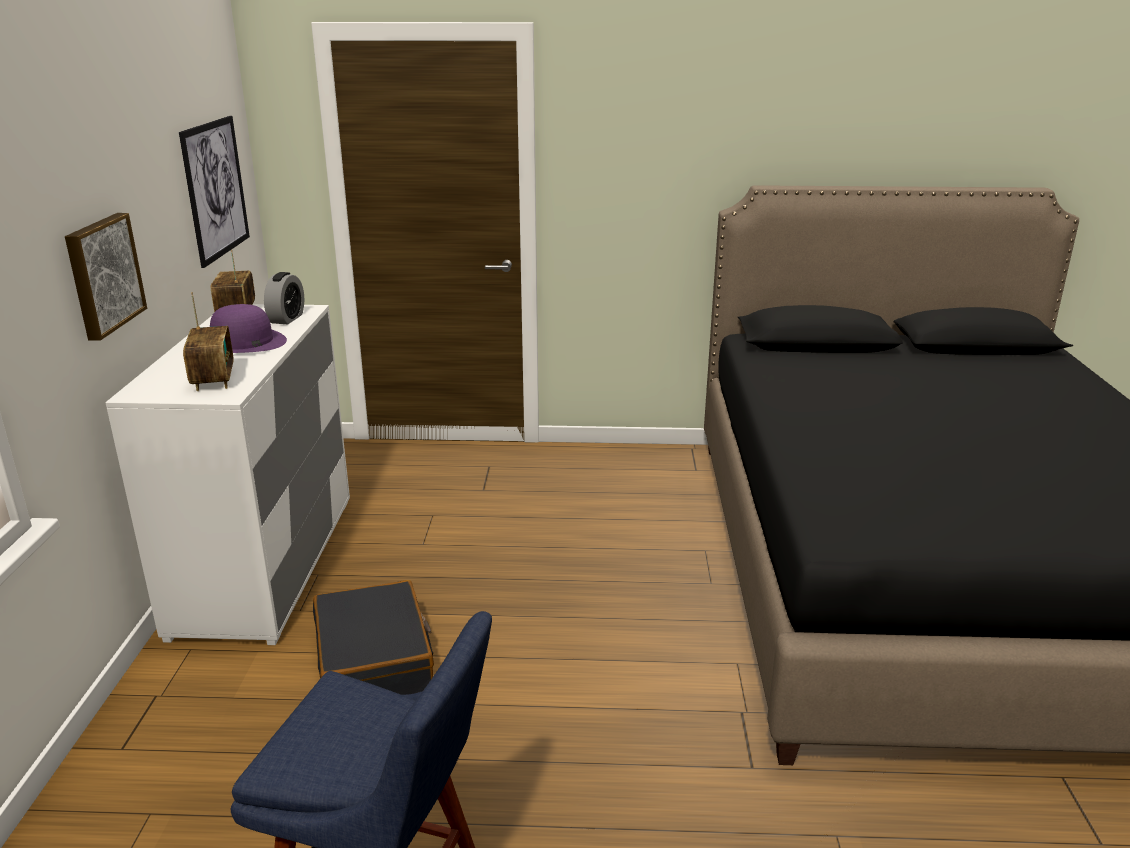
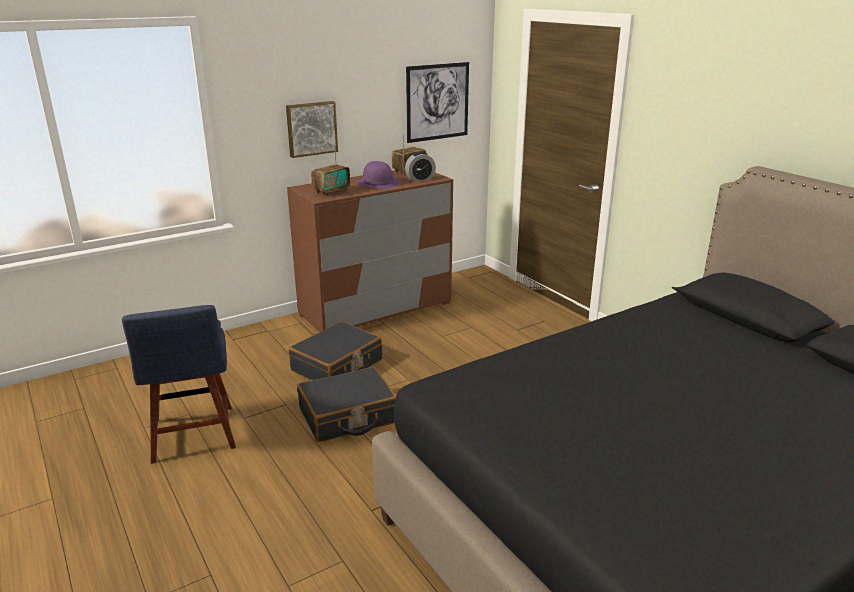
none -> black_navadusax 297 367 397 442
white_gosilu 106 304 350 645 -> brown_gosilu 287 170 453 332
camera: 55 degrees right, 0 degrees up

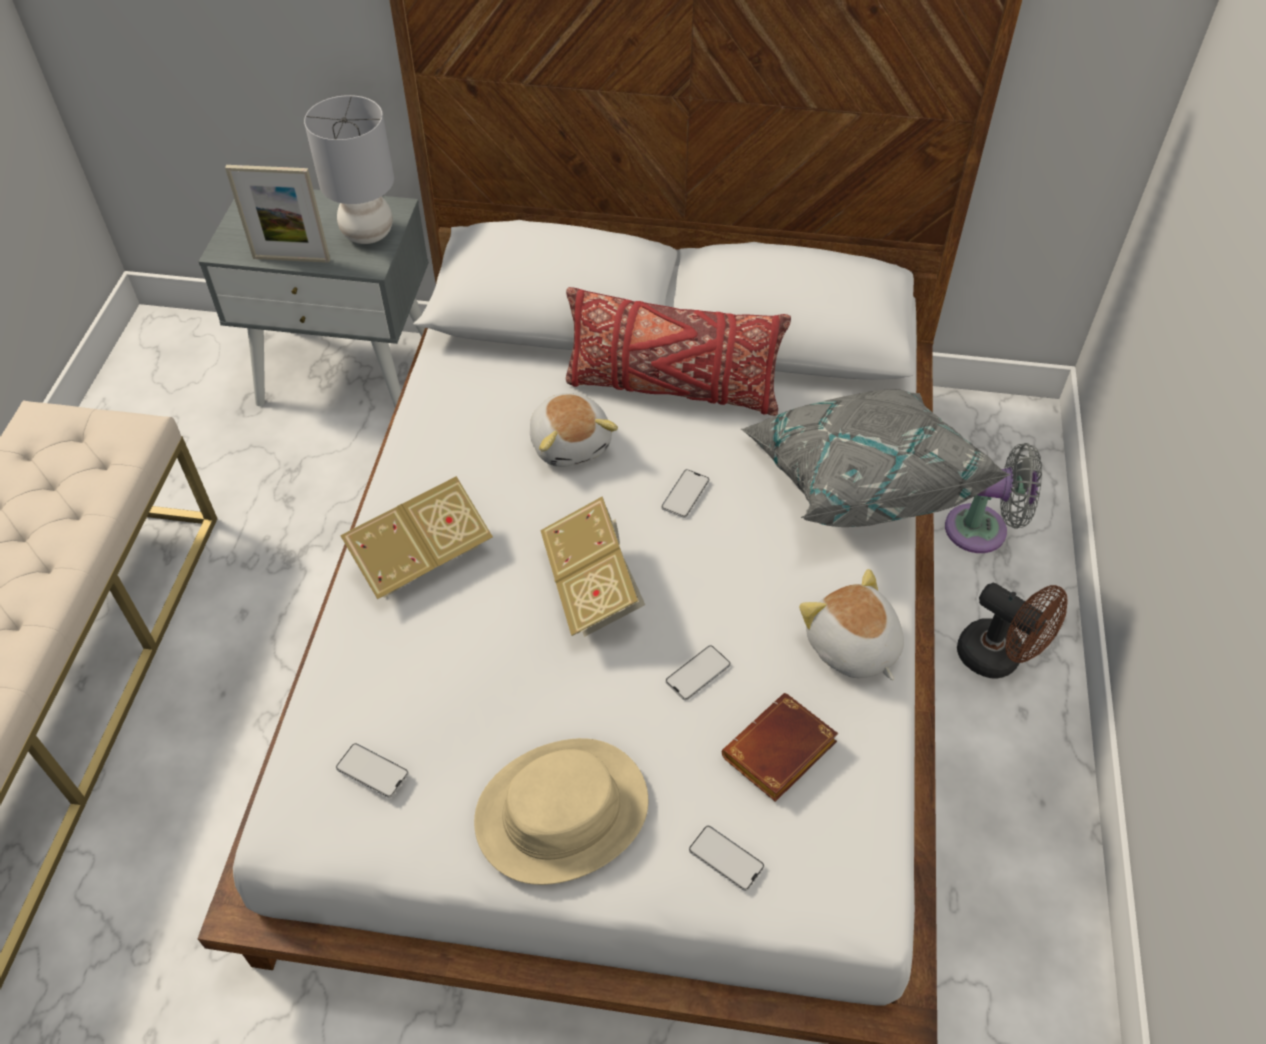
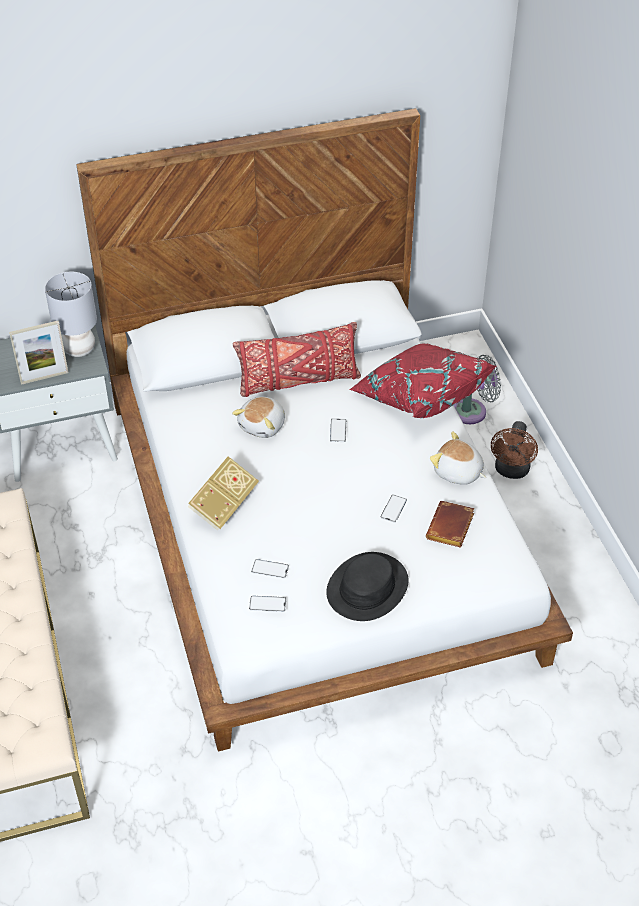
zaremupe 540 497 645 637 -> none
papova 689 826 764 891 -> papova 251 559 289 578, relocated
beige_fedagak 474 738 648 885 -> black_fedagak 326 552 409 621
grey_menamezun 741 389 1011 527 -> red_menamezun 349 343 496 418
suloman 530 393 618 467 -> suloman 232 397 285 438, 75 degrees clockwise
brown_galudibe 957 582 1068 679 -> brown_galudibe 491 421 538 479, 90 degrees clockwise
camera: 25 degrees left, 5 degrees down

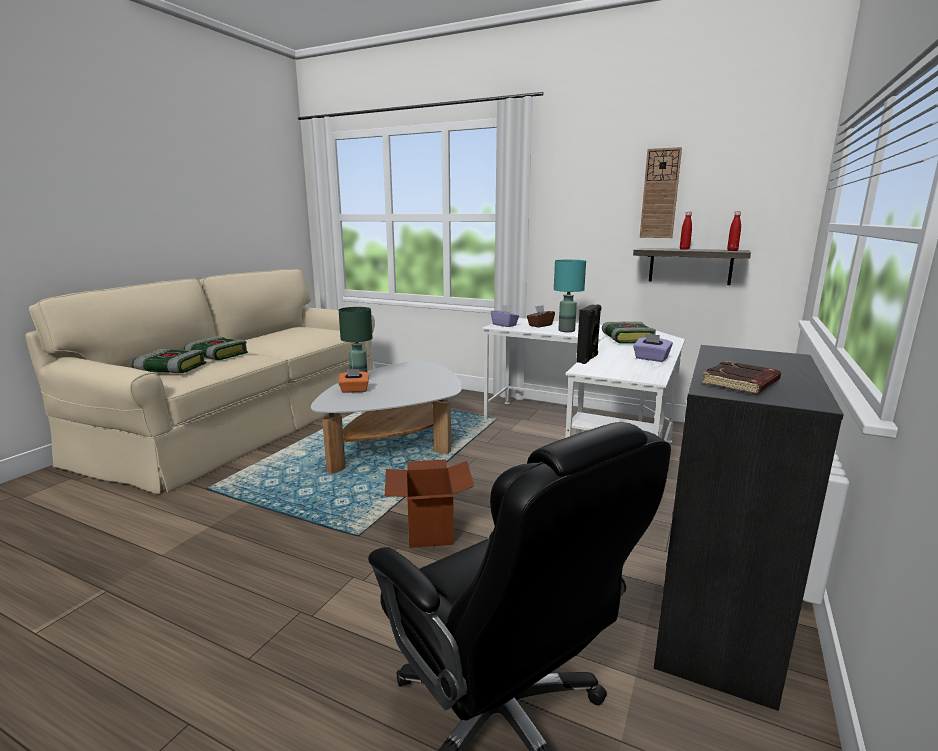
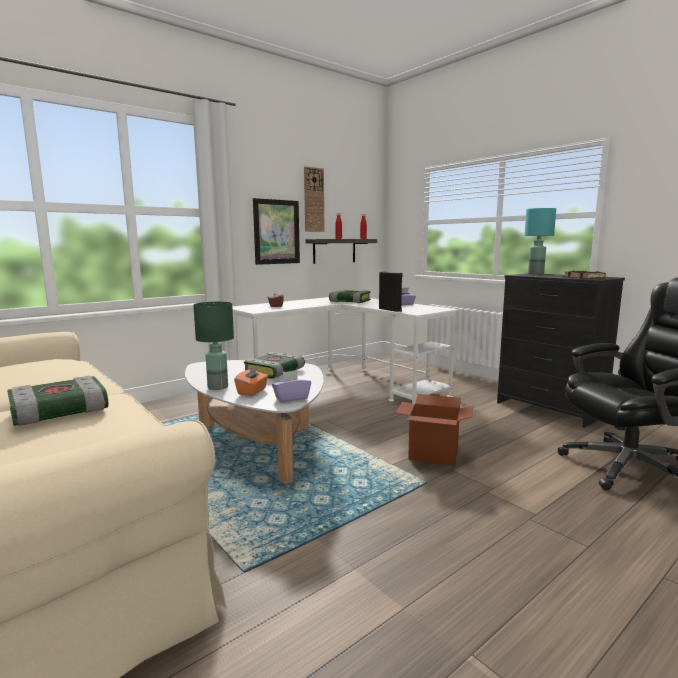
none -> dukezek 253 198 300 265
zaremupe 132 349 206 373 -> zaremupe 244 352 305 379, relocated
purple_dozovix 491 305 519 327 -> purple_dozovix 272 370 311 402, relocated
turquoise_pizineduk 554 260 586 332 -> turquoise_pizineduk 524 208 556 274, relocated
camera: 65 degrees left, 5 degrees down

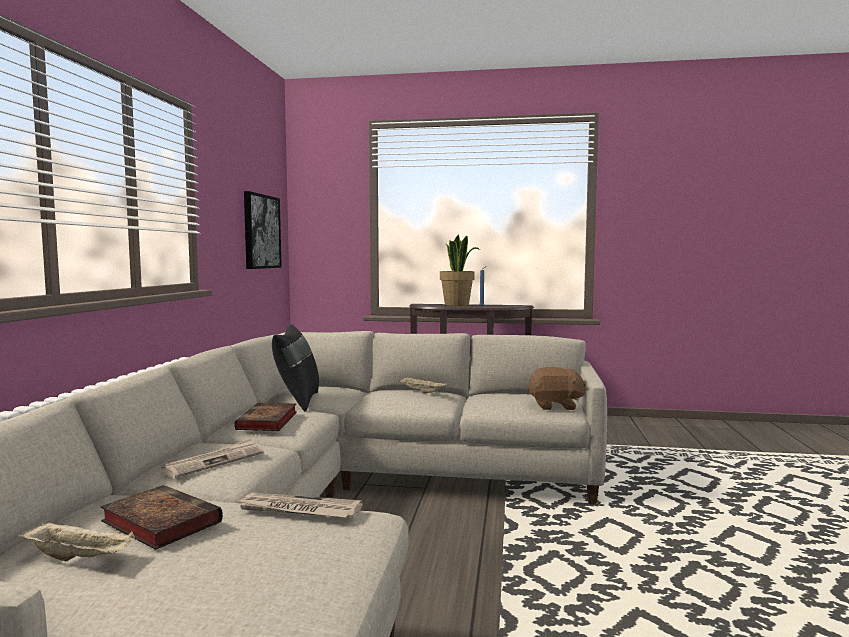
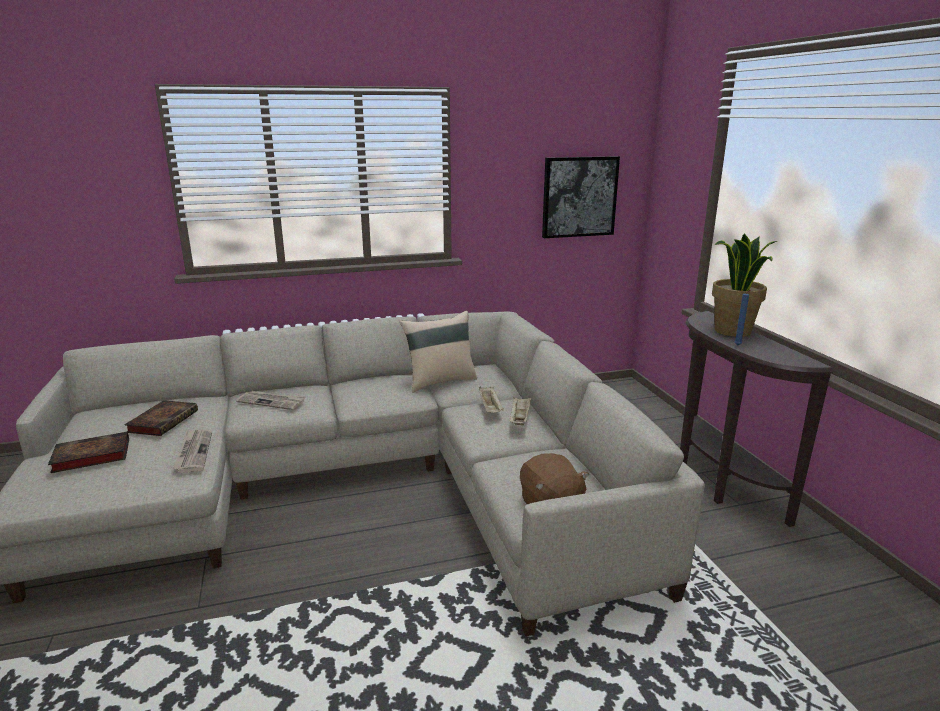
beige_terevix 19 521 135 561 -> beige_terevix 479 386 503 413, relocated
zaremupe 234 403 297 431 -> zaremupe 48 432 129 473, relocated
black_menamezun 272 325 319 412 -> beige_menamezun 400 311 477 392
camera: 65 degrees right, 15 degrees up

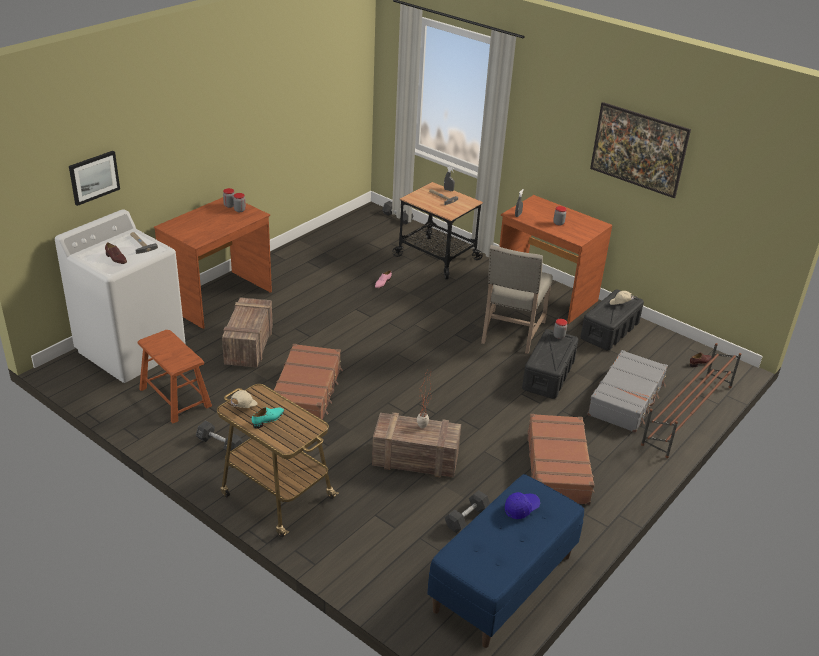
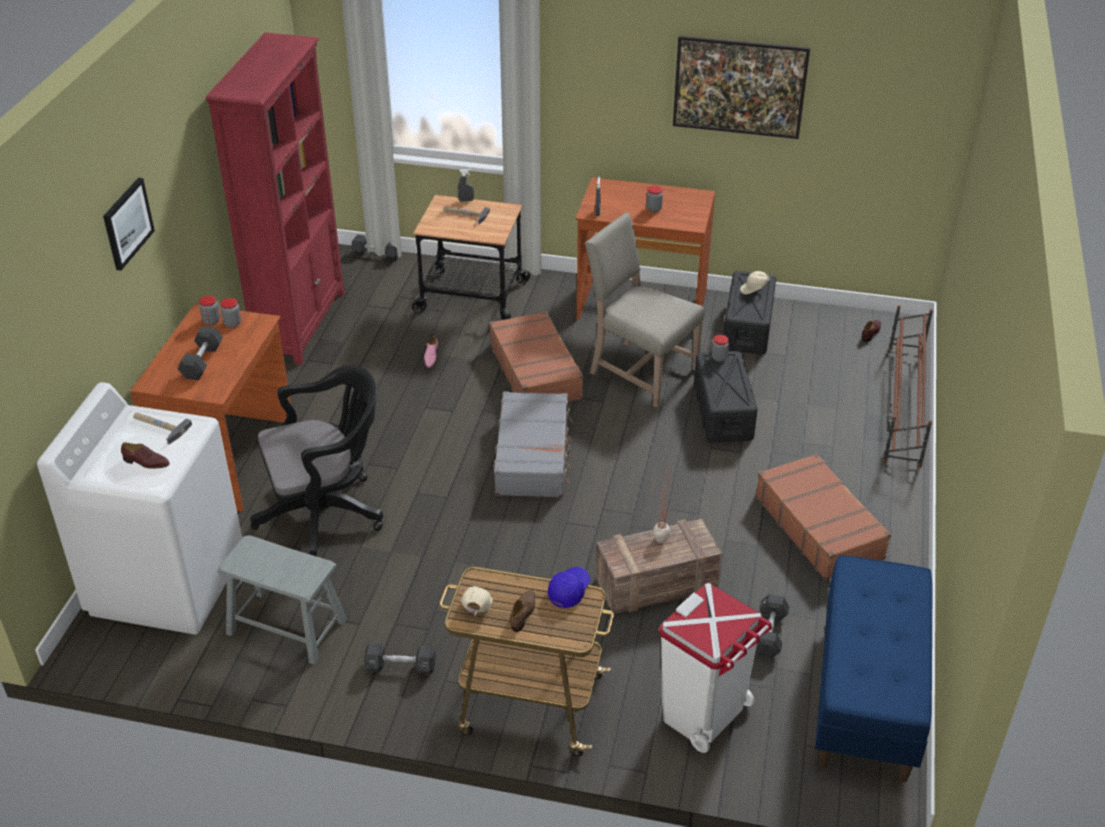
none -> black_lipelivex 177 326 223 380
none -> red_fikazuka 206 32 345 365
none -> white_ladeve 659 583 772 753
dukezek 69 151 120 206 -> dukezek 103 178 155 271, relocated
brown_navadusax 274 344 343 420 -> brown_navadusax 489 311 584 402, relocated
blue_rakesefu 505 492 540 519 -> blue_rakesefu 548 567 590 608, relocated
grey_navadusax 587 350 668 433 -> grey_navadusax 494 391 573 498, relocated
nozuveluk 222 297 273 367 -> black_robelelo 250 365 383 556
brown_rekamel 138 330 212 423 -> grey_rekamel 217 536 347 664
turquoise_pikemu 252 407 284 429 -> brown_pikemu 509 590 535 632
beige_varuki 481 245 553 354 -> beige_varuki 585 213 705 407, 135 degrees clockwise
camera: 25 degrees left, 5 degrees up

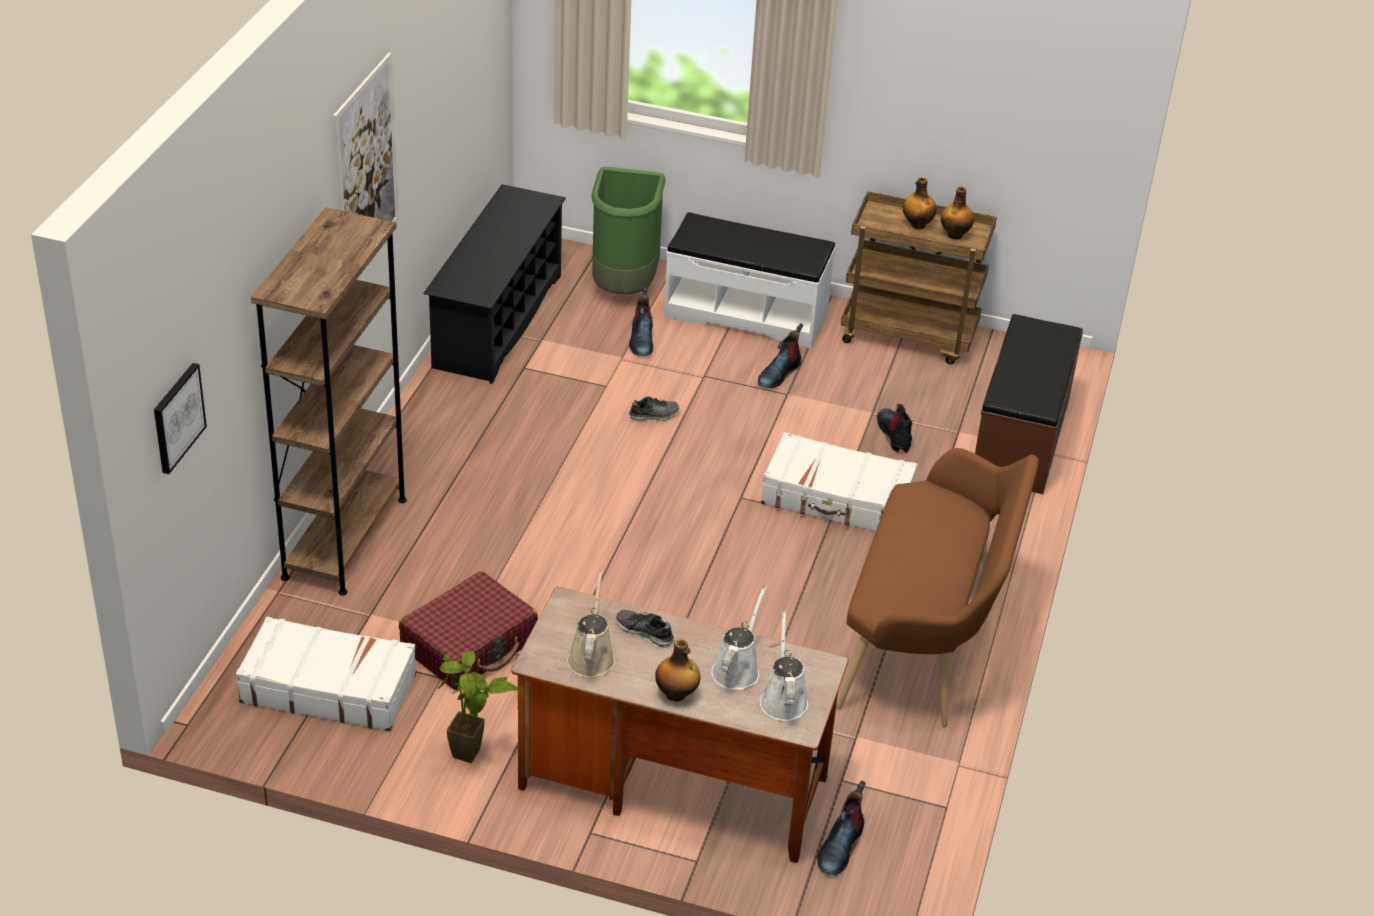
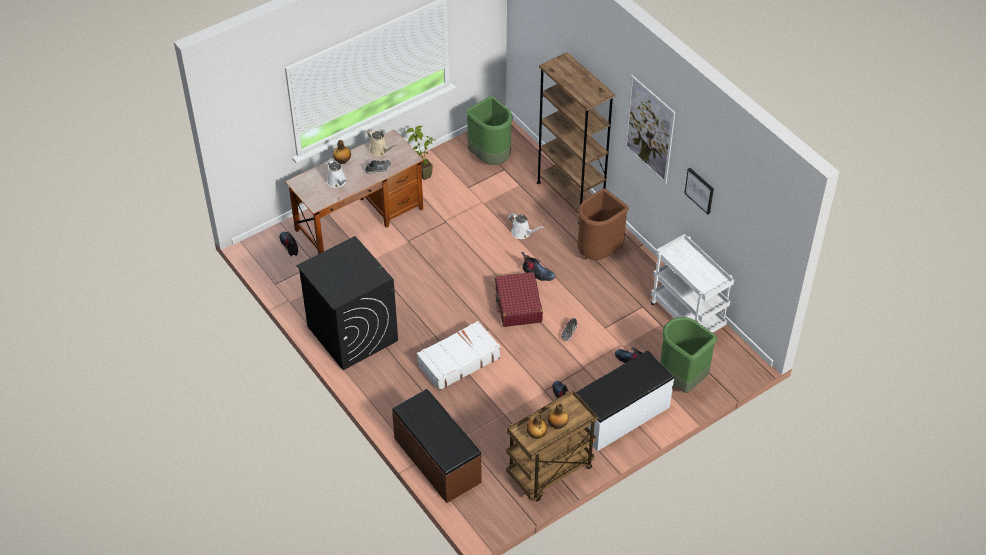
none -> brown_ladeve 577 189 629 260
dukezek 154 363 207 474 -> dukezek 684 168 714 214, relocated
red_navadusax 399 571 538 690 -> red_navadusax 495 272 543 327, relocated
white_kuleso 760 611 808 721 -> white_kuleso 508 213 544 239, relocated
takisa 877 404 912 453 -> takisa 522 252 555 281, relocated
white_navadusax 236 617 416 731 -> green_ladeve 466 96 513 165
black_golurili 423 184 566 384 -> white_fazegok 651 234 734 333
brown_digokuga 837 448 1039 727 -> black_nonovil 297 236 398 370
camera: 130 degrees right, 10 degrees up

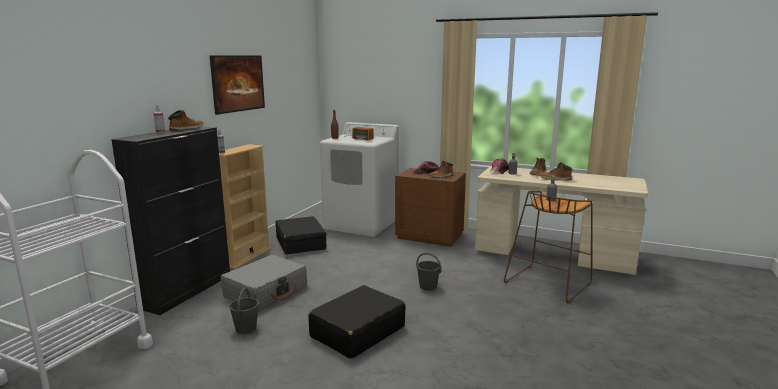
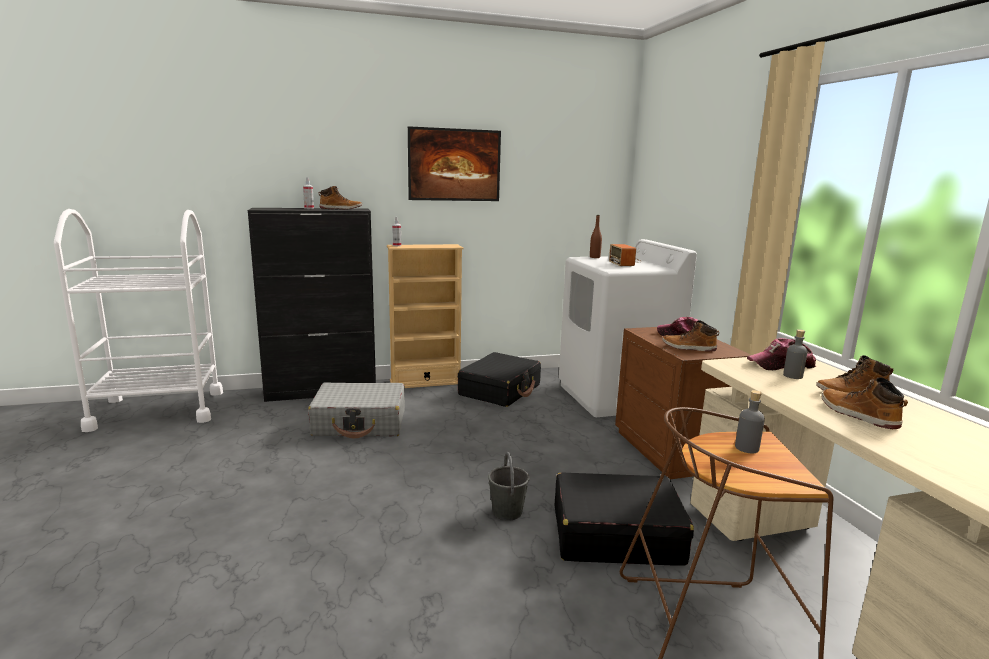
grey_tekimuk 229 288 259 334 -> none
black_navadusax 308 285 406 359 -> black_navadusax 555 472 694 566, relocated
camera: 50 degrees right, 0 degrees up

